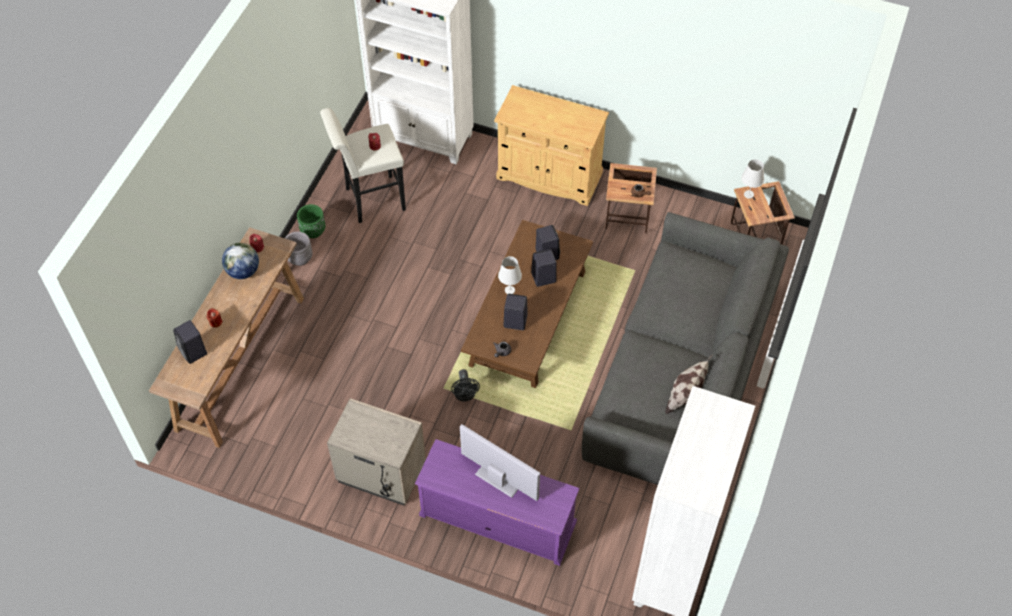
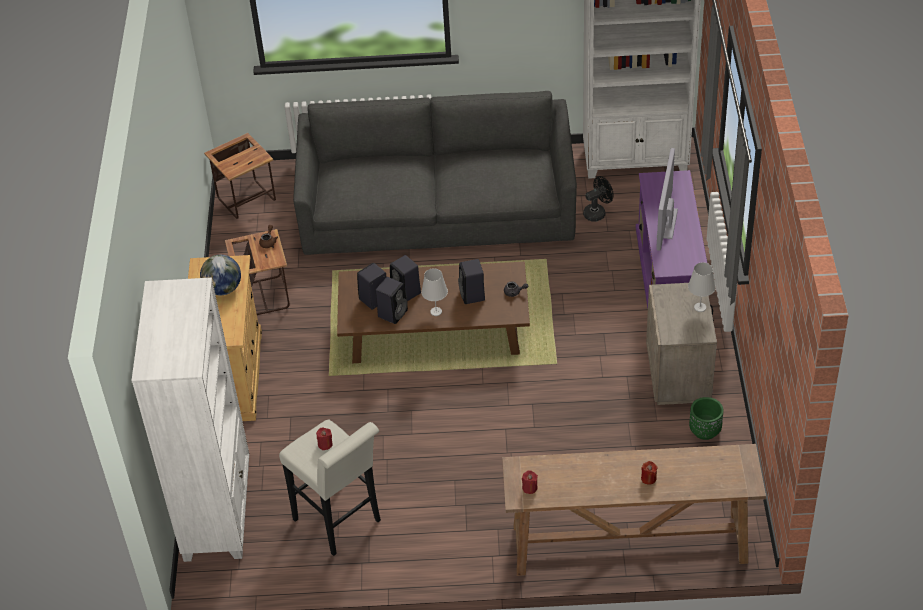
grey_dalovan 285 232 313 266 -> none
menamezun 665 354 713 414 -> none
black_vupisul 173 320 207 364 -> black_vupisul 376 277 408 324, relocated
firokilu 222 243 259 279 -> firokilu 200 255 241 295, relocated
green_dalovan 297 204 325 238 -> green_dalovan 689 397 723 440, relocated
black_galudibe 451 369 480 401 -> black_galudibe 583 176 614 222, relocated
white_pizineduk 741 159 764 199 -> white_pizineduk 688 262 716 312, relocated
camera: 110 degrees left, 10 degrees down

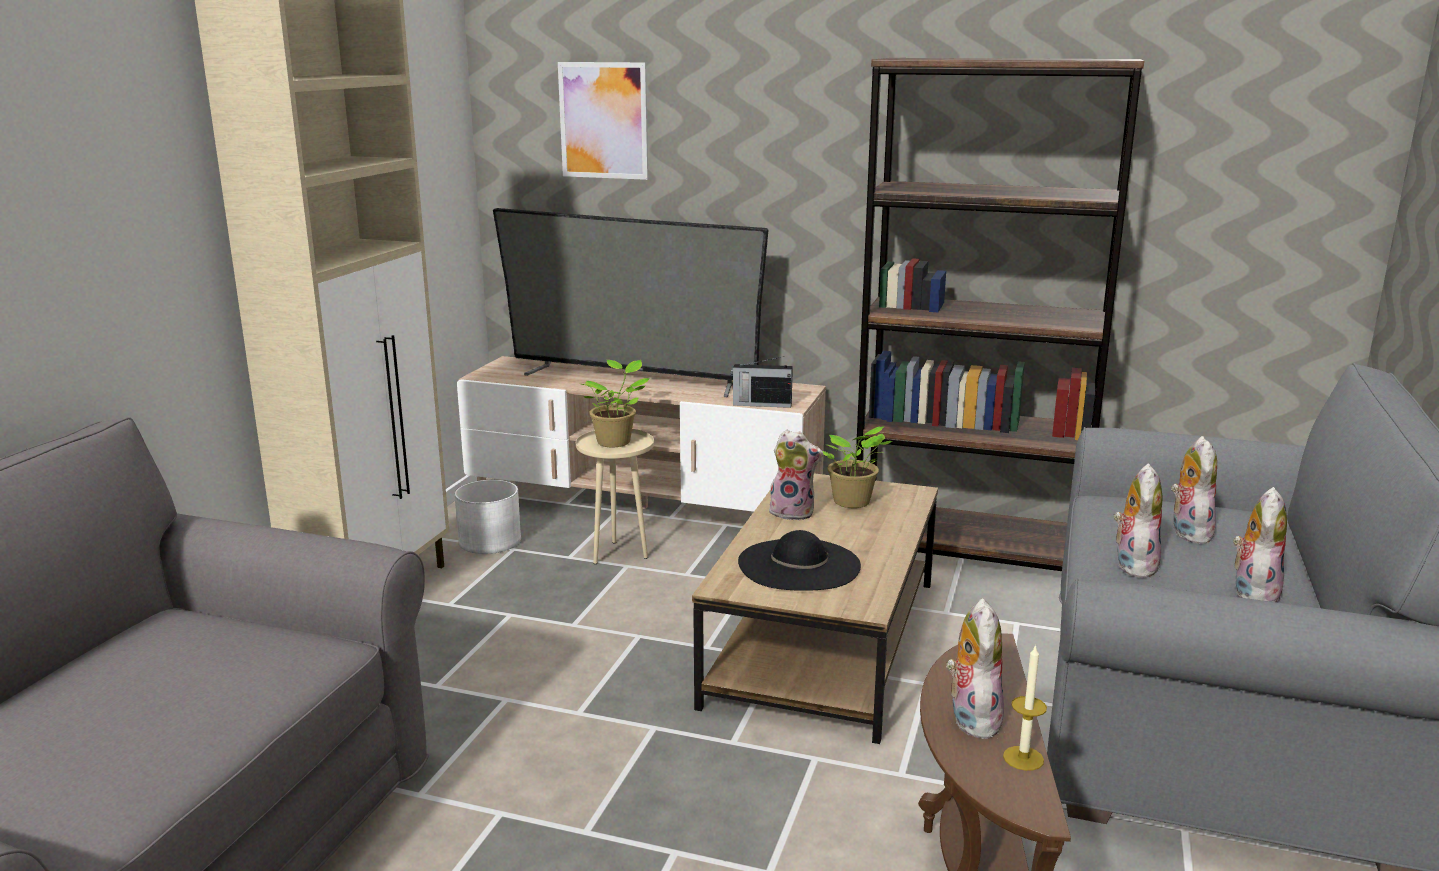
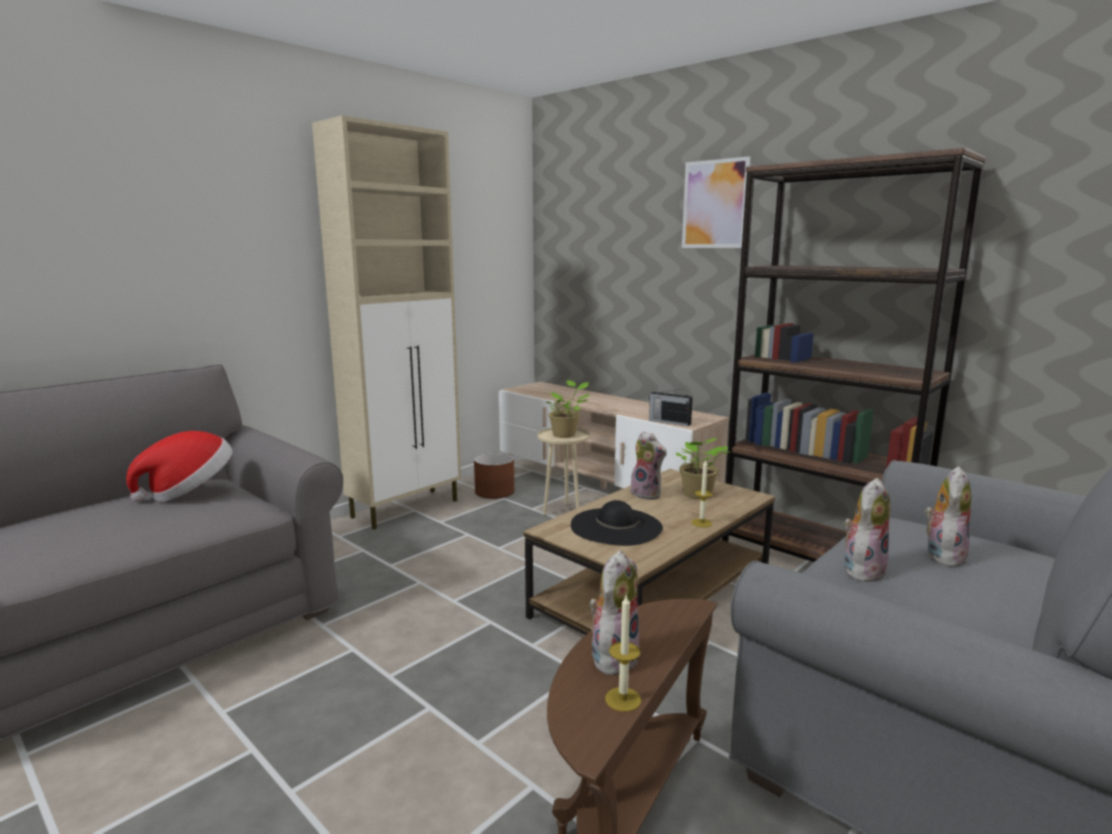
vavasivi 493 208 769 397 -> none
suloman 1233 487 1287 603 -> none
none -> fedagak 126 431 233 502
none -> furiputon 691 460 713 527
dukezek 558 62 648 180 -> dukezek 682 156 751 248, relocated
white_dalovan 454 480 521 554 -> brown_dalovan 474 453 514 499
camera: 25 degrees right, 5 degrees down

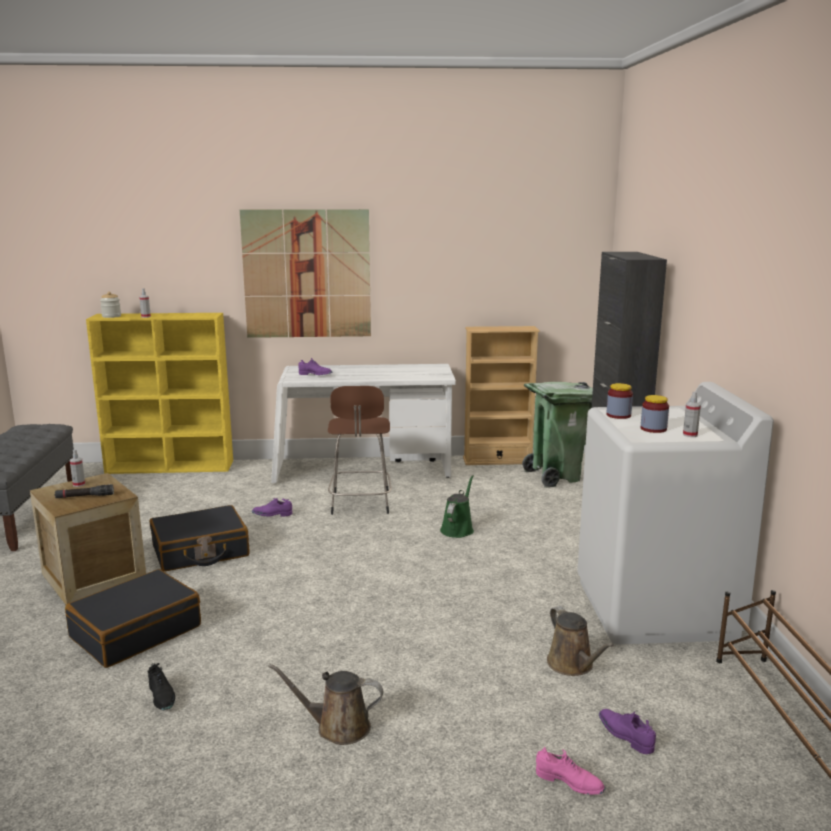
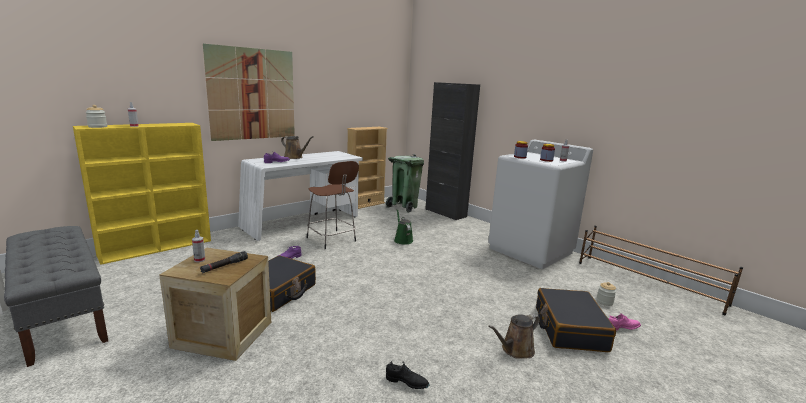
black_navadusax 65 569 201 668 -> black_navadusax 536 288 616 352, relocated
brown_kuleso 547 606 614 676 -> brown_kuleso 281 136 313 159, relocated
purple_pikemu 599 709 656 754 -> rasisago 596 282 617 306
camera: 40 degrees left, 0 degrees up

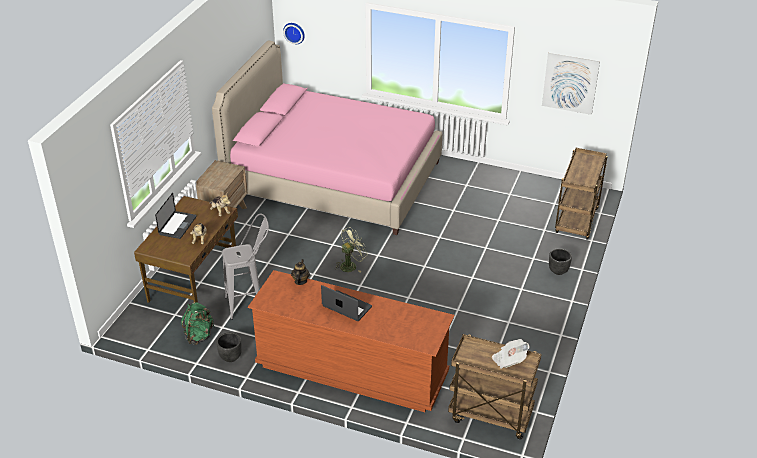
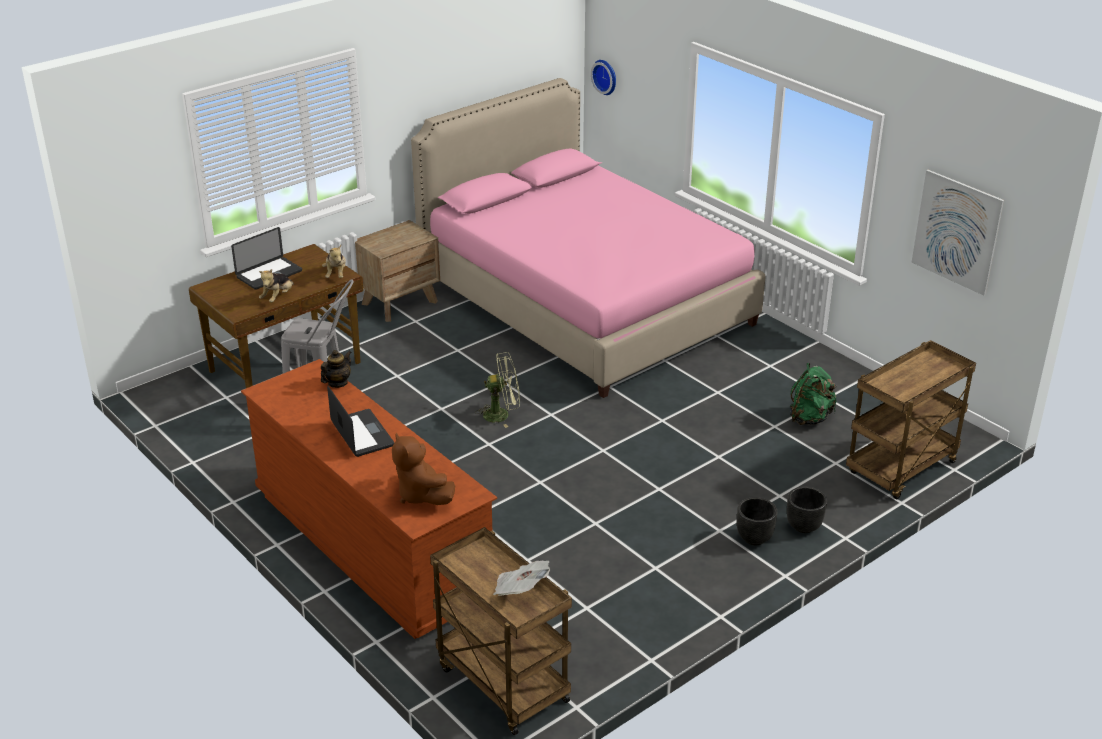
none -> brown_suloman 392 433 455 505
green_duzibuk 181 302 215 345 -> green_duzibuk 790 363 837 425, relocated
black_dalovan 216 332 242 362 -> black_dalovan 737 497 777 546, relocated
camera: 30 degrees right, 5 degrees down

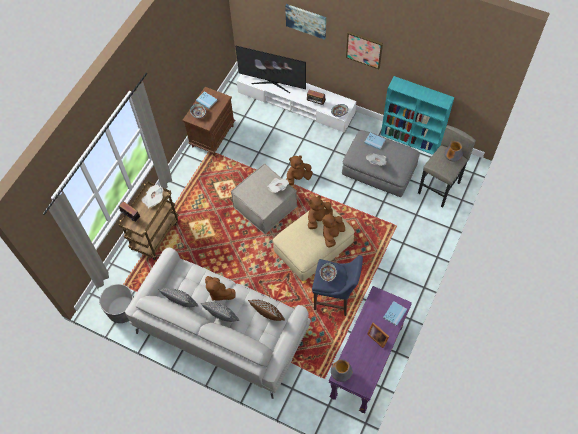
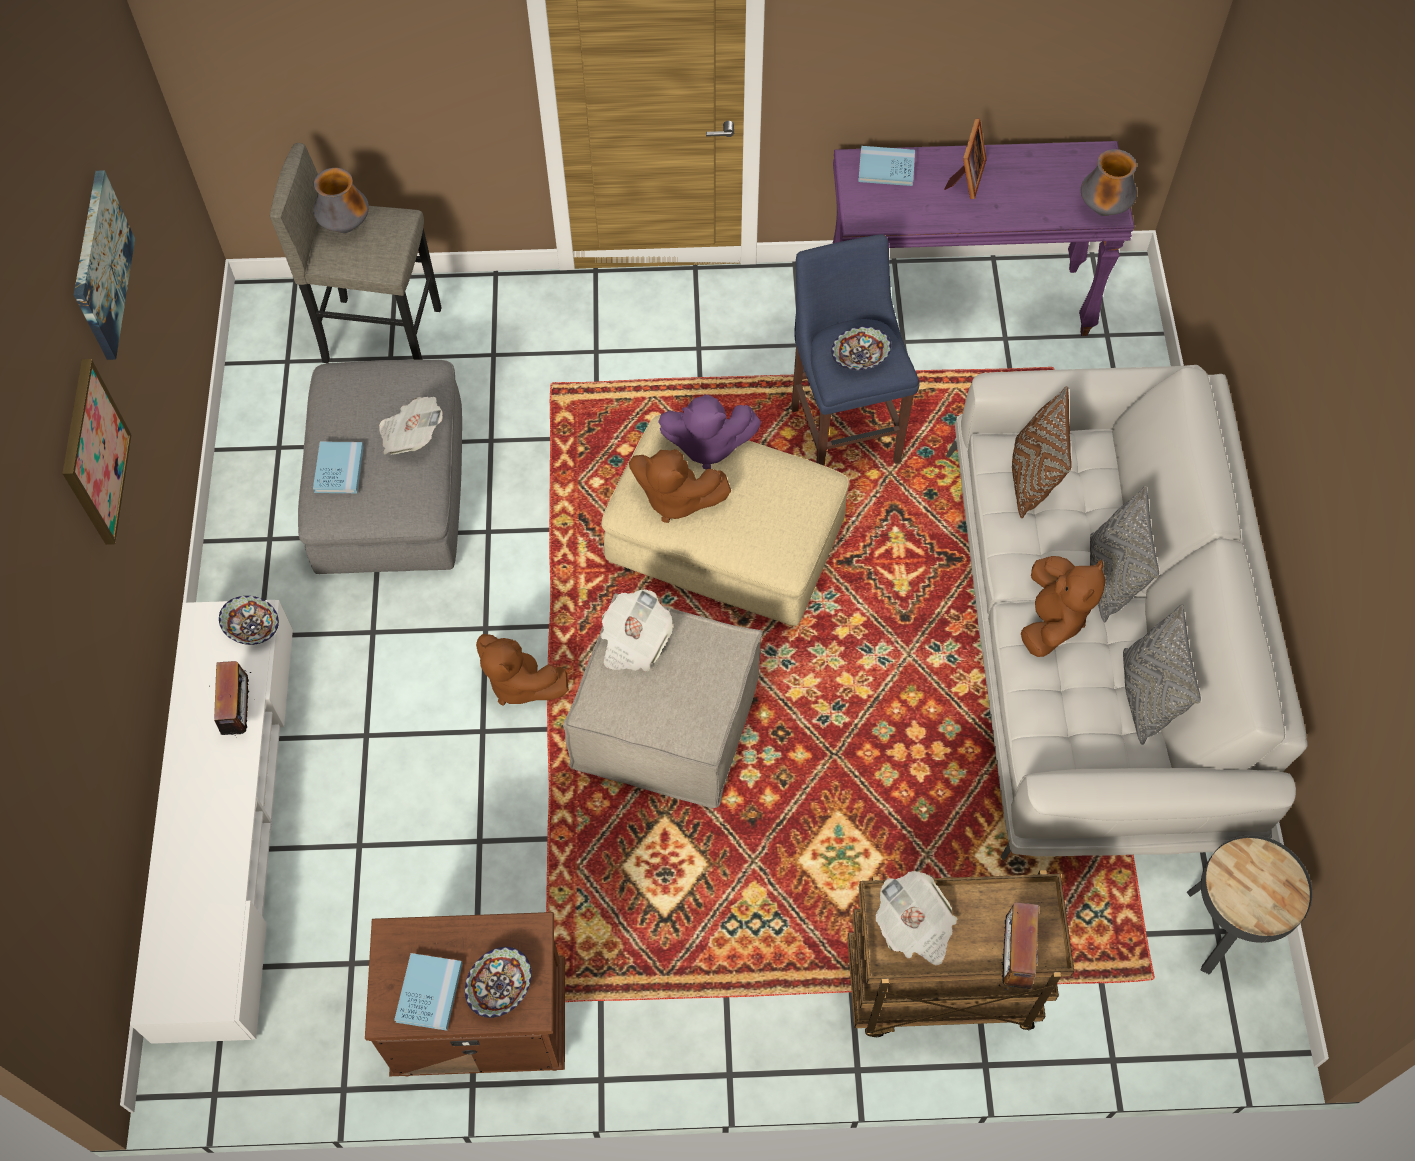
vavasivi 235 46 306 93 -> none
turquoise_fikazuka 381 76 454 155 -> none
dukezek 285 4 326 40 -> dukezek 74 170 135 360, relocated
grey_dalovan 100 284 134 323 -> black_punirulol 1187 835 1312 975
brown_suloman 322 212 345 248 -> purple_suloman 658 395 761 470
camera: 120 degrees left, 0 degrees up

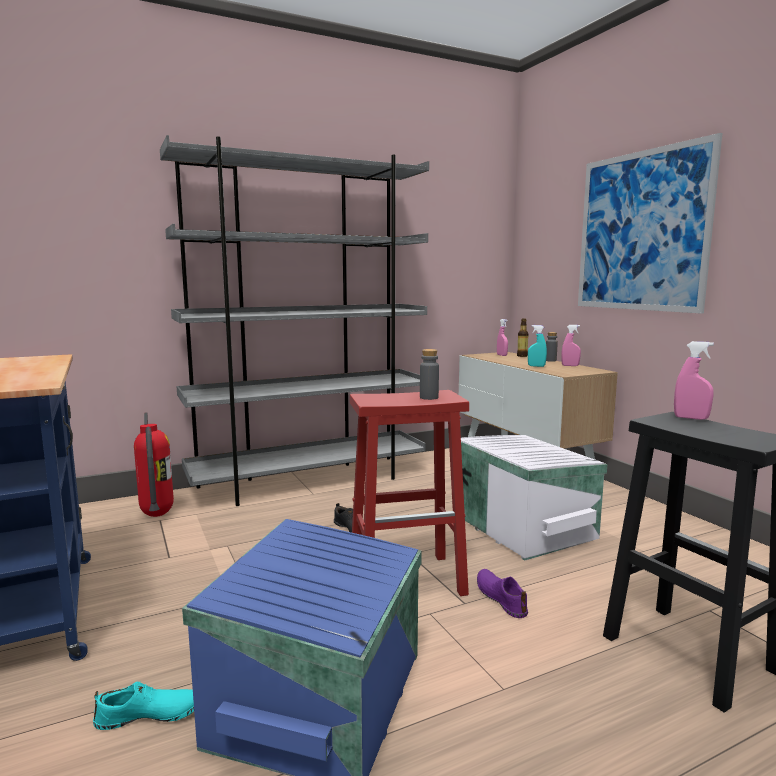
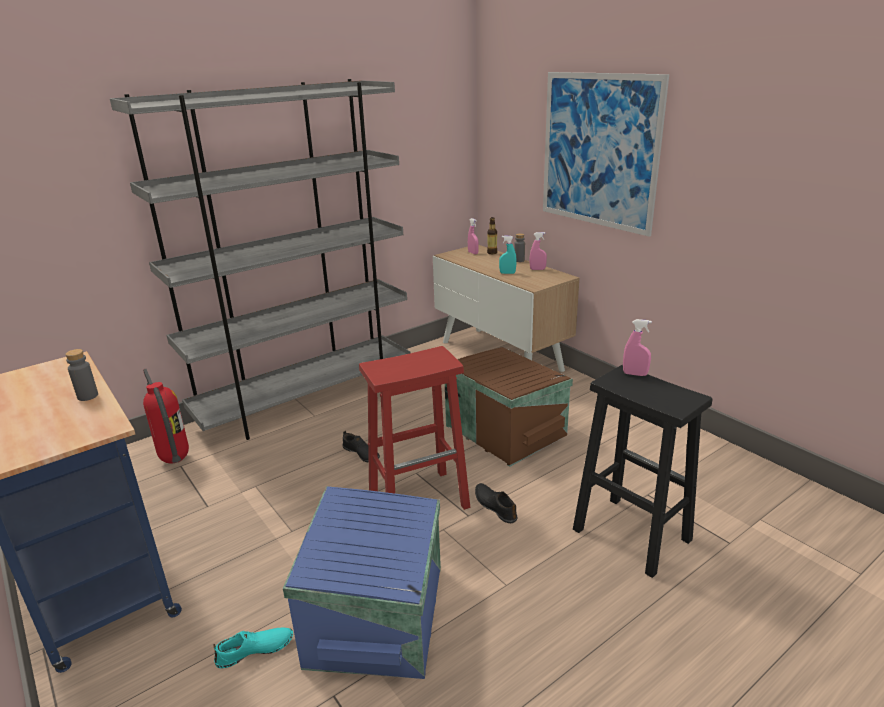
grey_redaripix 420 349 439 400 -> grey_redaripix 65 349 98 401, relocated
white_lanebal 461 435 607 561 -> brown_lanebal 445 347 573 467
purple_pikemu 477 569 528 618 -> black_pikemu 475 483 517 523
camera: 10 degrees left, 15 degrees up

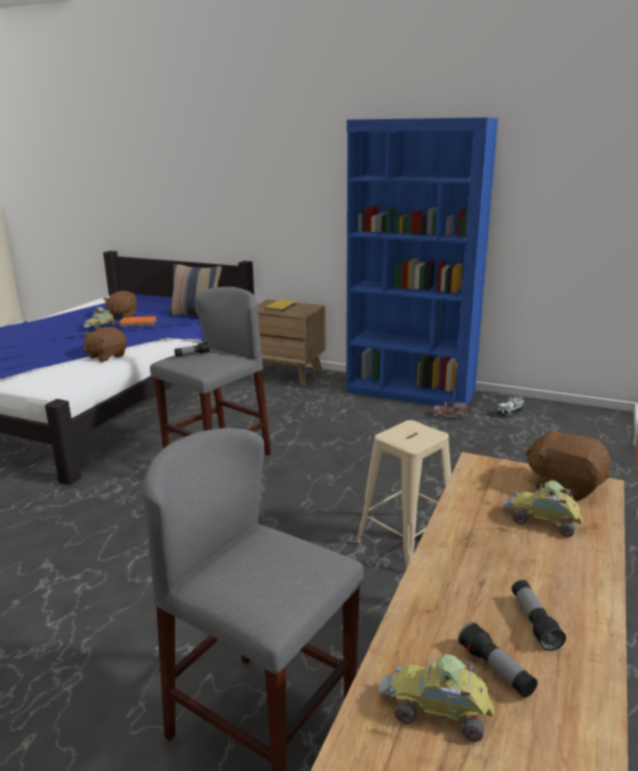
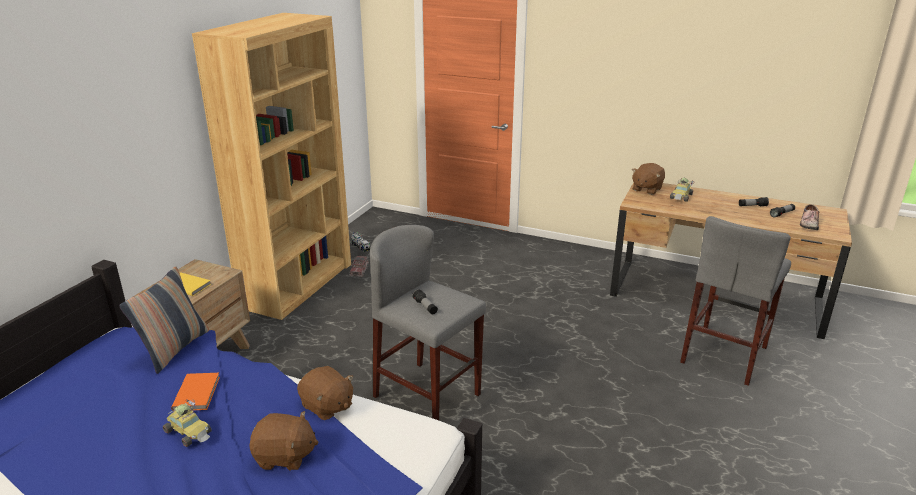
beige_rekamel 355 420 451 567 -> none
brown_suloman 103 290 137 319 -> brown_suloman 249 411 319 471, relocated
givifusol 378 654 494 742 -> pikemu 800 204 819 230
blue_fikazuka 346 117 498 407 -> brown_fikazuka 192 13 351 320
camera: 90 degrees left, 5 degrees up

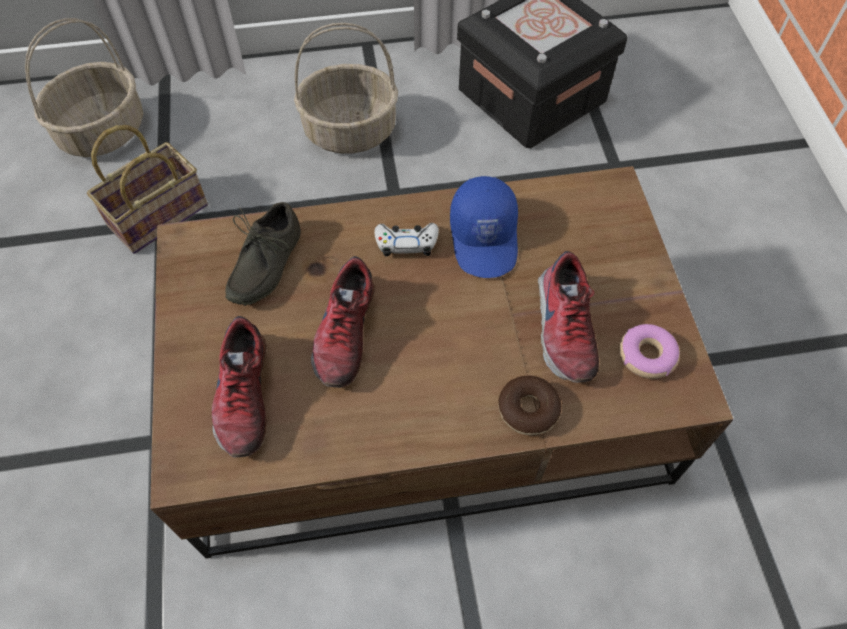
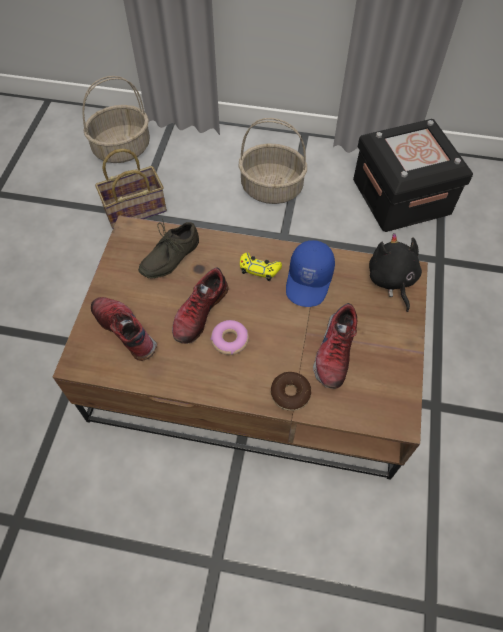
none -> black_suloman 369 233 422 312
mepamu 619 324 680 379 -> mepamu 210 320 249 355, relocated
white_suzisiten 374 223 439 257 -> yellow_suzisiten 240 253 282 281
pikemu 212 316 267 457 -> pikemu 91 297 157 361, 120 degrees clockwise
camera: 20 degrees right, 0 degrees up

